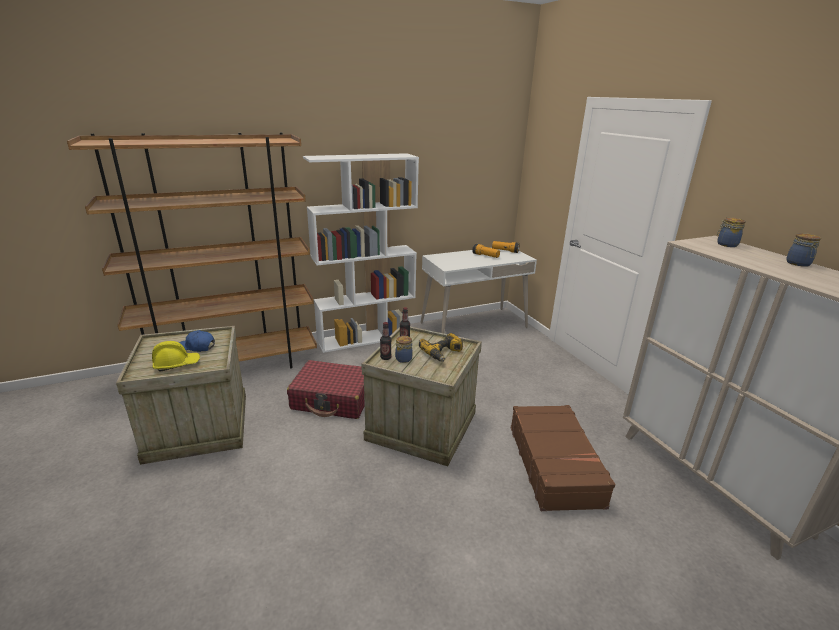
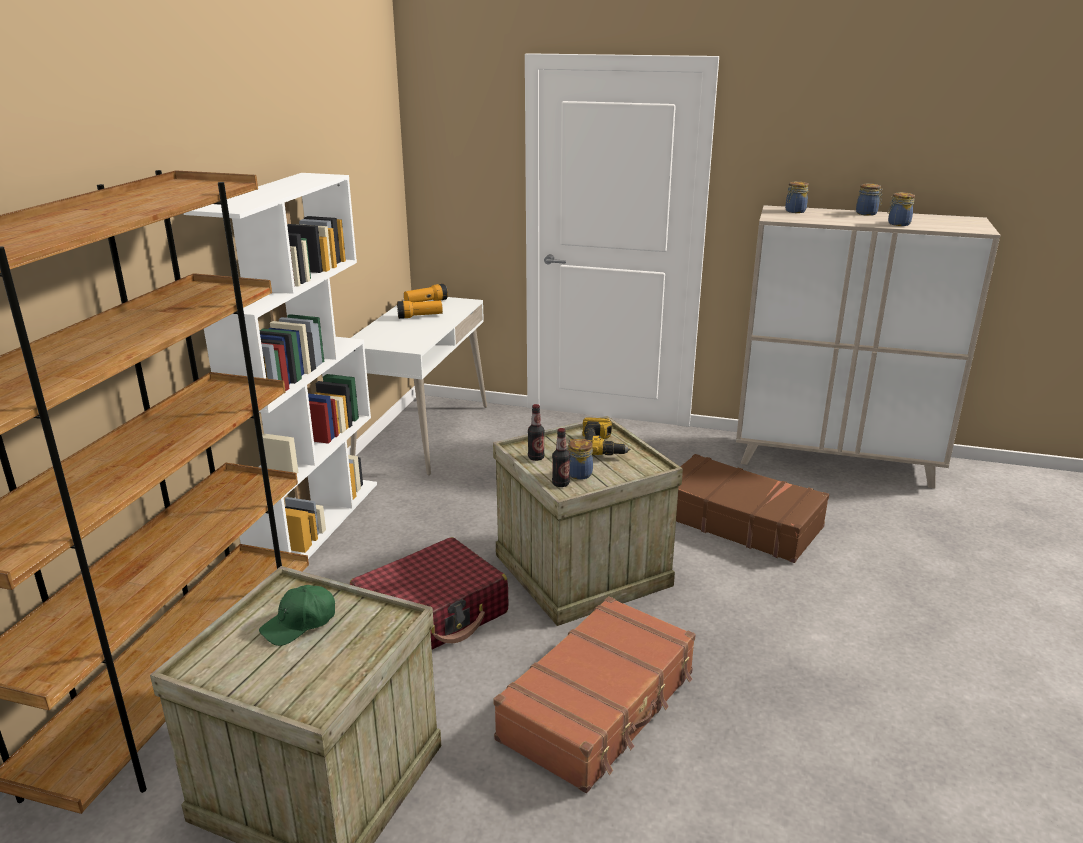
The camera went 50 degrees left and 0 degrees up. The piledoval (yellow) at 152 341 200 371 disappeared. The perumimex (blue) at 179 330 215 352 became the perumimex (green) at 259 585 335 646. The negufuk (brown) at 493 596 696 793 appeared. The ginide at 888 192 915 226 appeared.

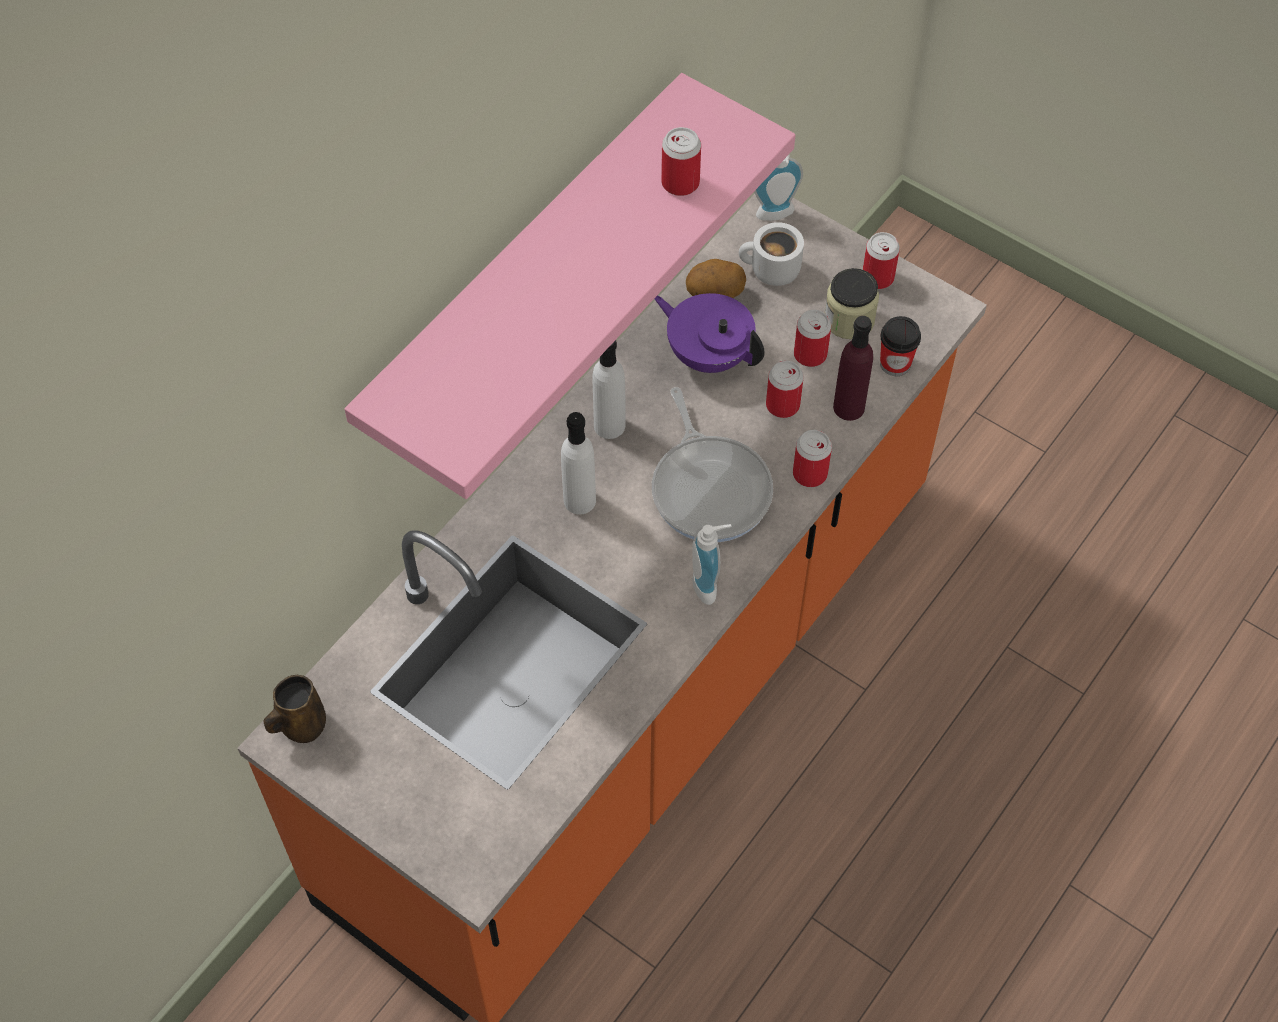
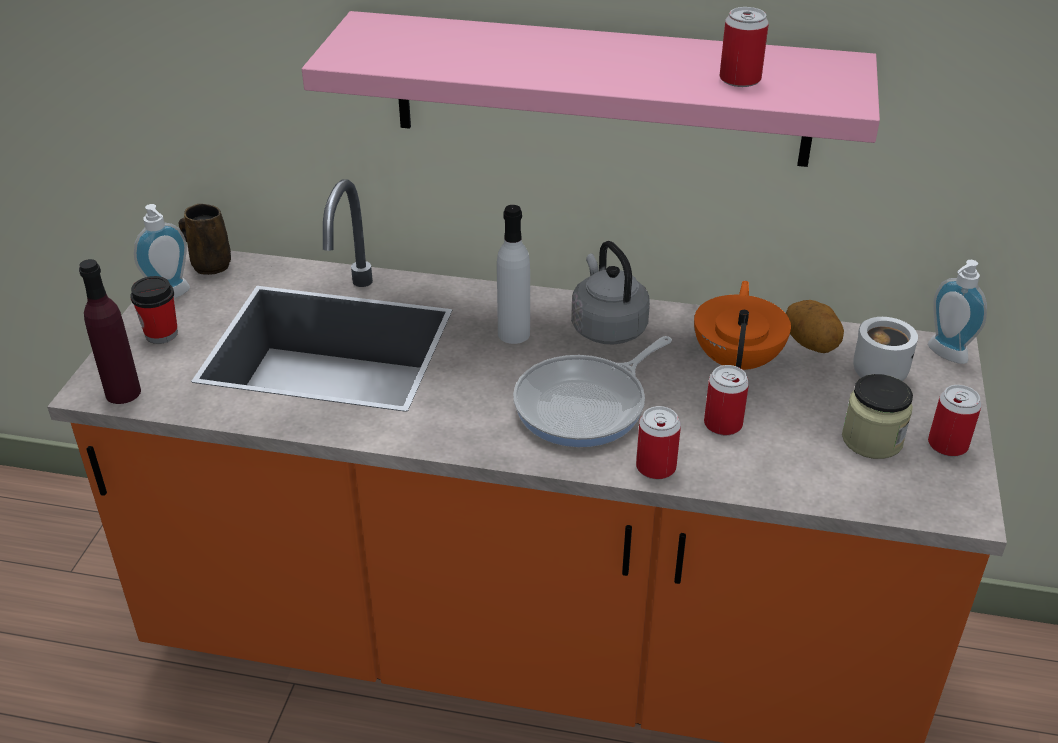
The camera went 65 degrees right and 20 degrees down. The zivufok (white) at 593 340 625 439 was replaced by the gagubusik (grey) at 571 241 650 345. The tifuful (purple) at 654 293 765 373 became the tifuful (orange) at 694 280 791 370. The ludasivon moved from 692 524 731 605 to 134 204 190 299. The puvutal at 794 310 831 367 disappeared. The zivufok (purple) moved from 833 316 873 421 to 79 259 141 404. The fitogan moved from 880 316 921 376 to 130 276 178 344.

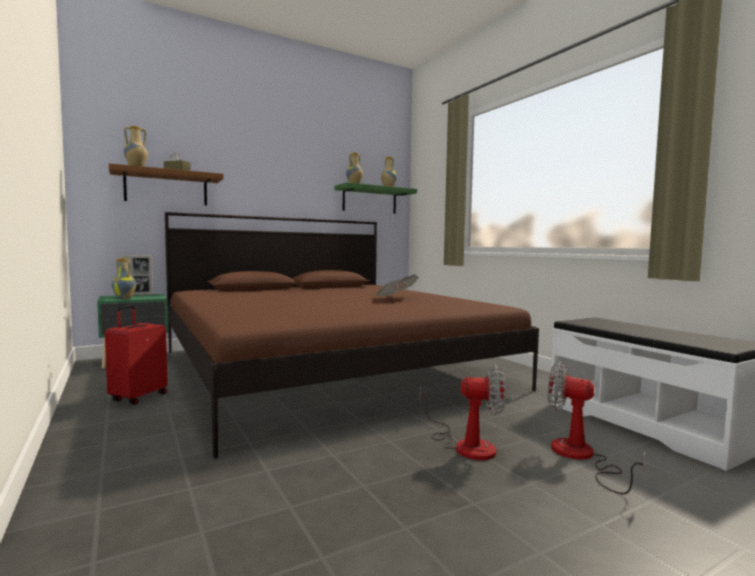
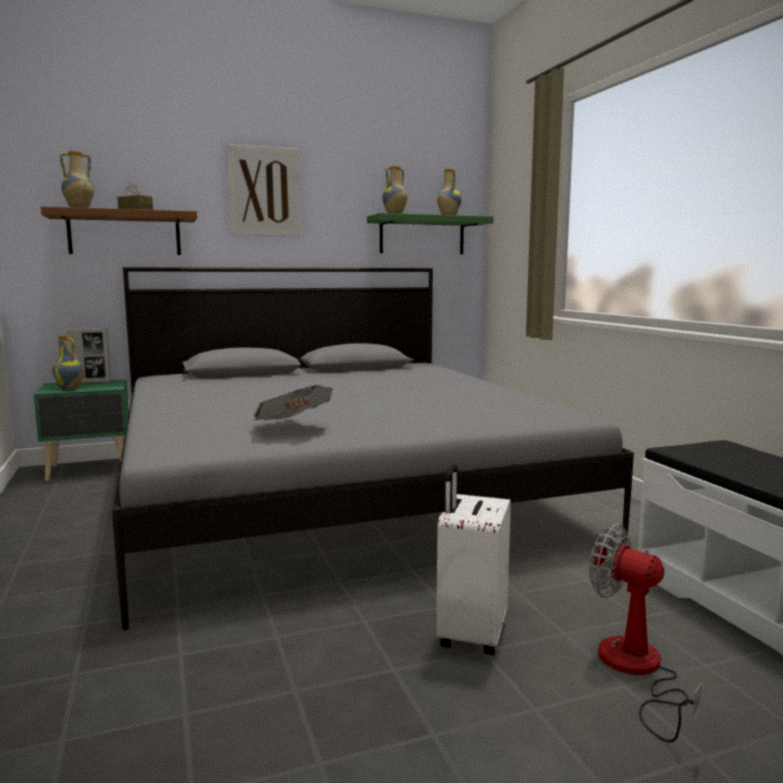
The camera went 10 degrees right and 5 degrees up. The negufuk (red) at 105 305 168 405 disappeared. The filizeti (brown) at 165 212 539 458 became the filizeti (grey) at 112 267 634 630. The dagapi moved from 375 274 419 297 to 253 385 333 420. The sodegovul at 420 364 506 460 was replaced by the negufuk (white) at 436 464 511 655. The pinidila at 226 144 301 236 appeared.

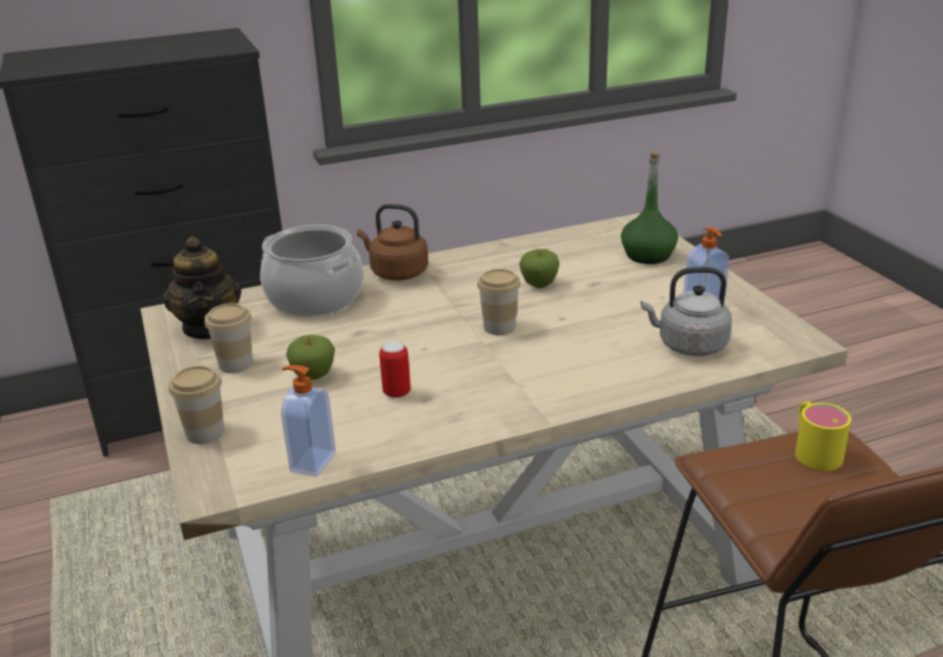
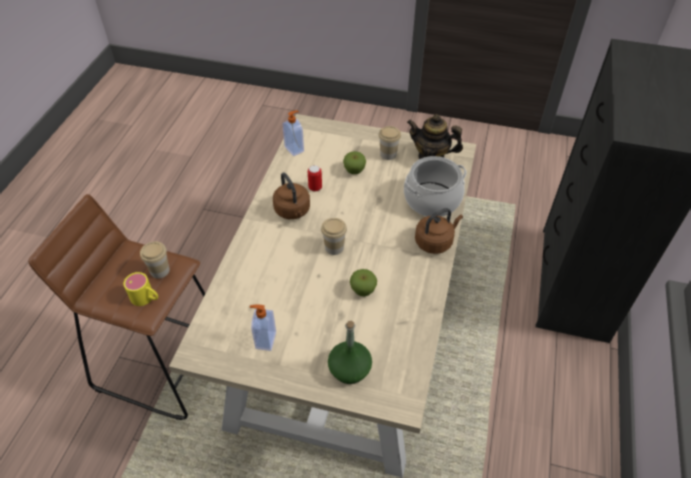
The camera went 125 degrees right and 20 degrees up. The fitogan moved from 169 366 224 444 to 140 241 170 279. The gagubusik (grey) at 641 267 732 356 disappeared. The gagubusik (brown) at 273 173 310 219 appeared.

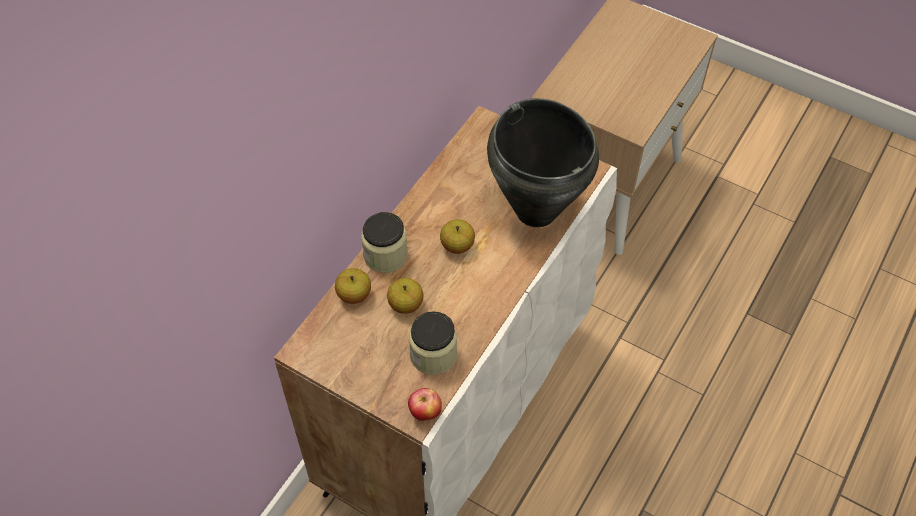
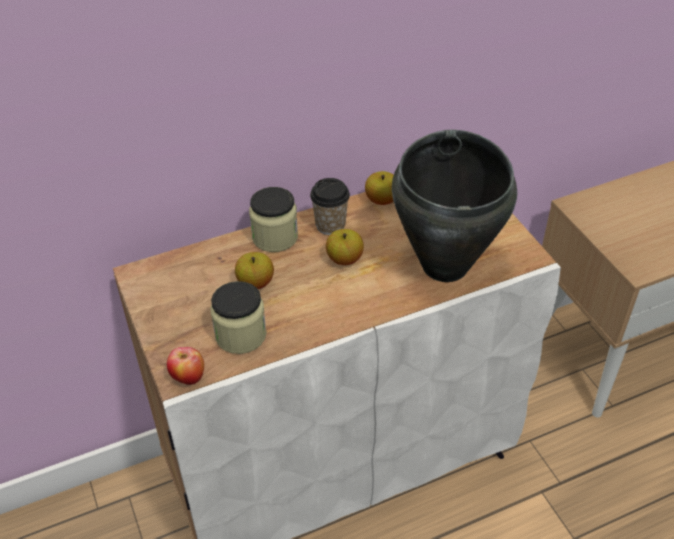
The camera went 35 degrees right and 10 degrees down. The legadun moved from 335 268 371 304 to 365 171 394 205. The fitogan at 310 178 350 235 appeared.

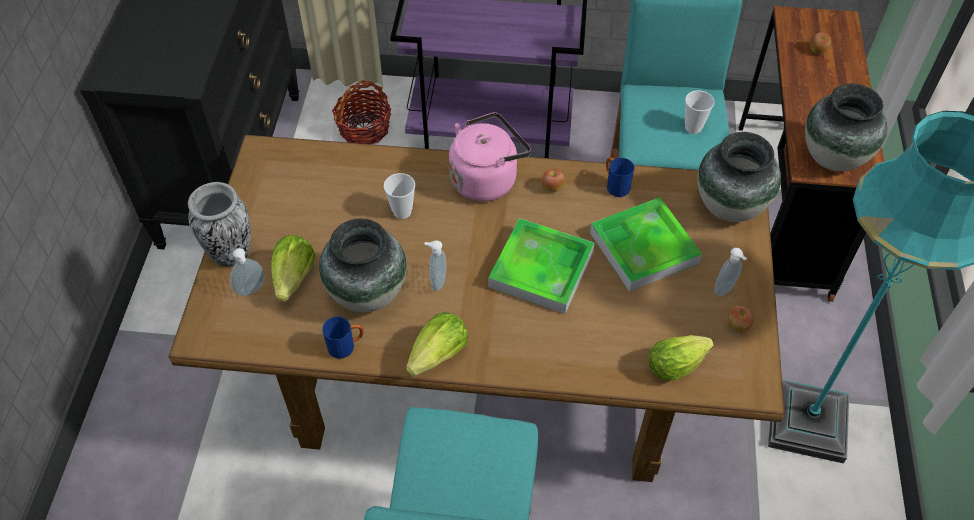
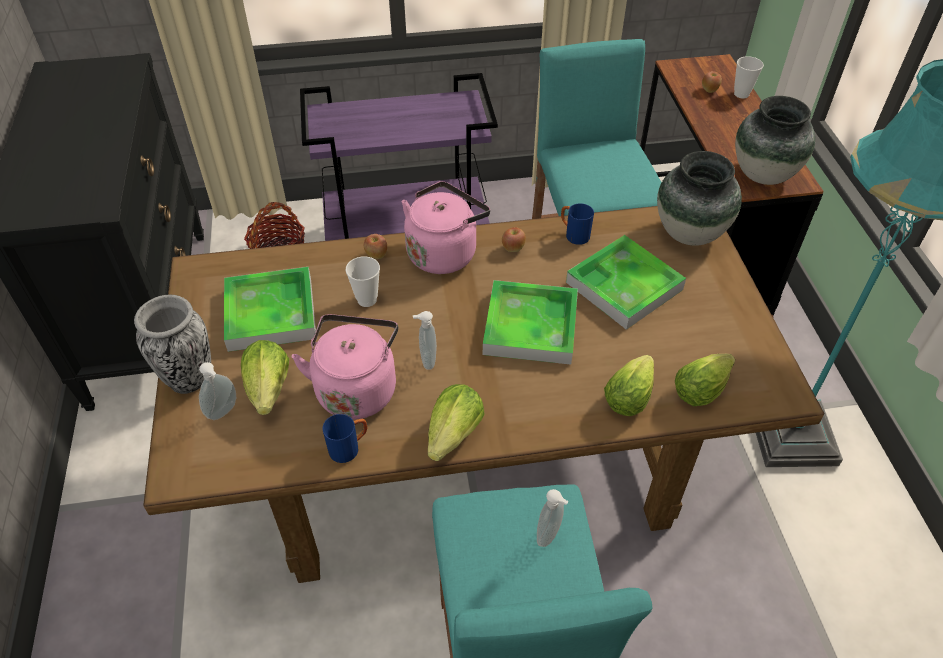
The camera went 15 degrees left and 5 degrees down. The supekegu at 319 219 407 313 was replaced by the gagubusik (pink) at 291 314 398 419. The fitogan moved from 685 90 715 134 to 734 56 764 98. The ludasivon moved from 714 248 747 296 to 537 489 568 547. The legadun moved from 728 305 754 332 to 364 234 387 259. The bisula at 224 267 316 352 appeared. The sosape at 604 355 654 416 appeared.

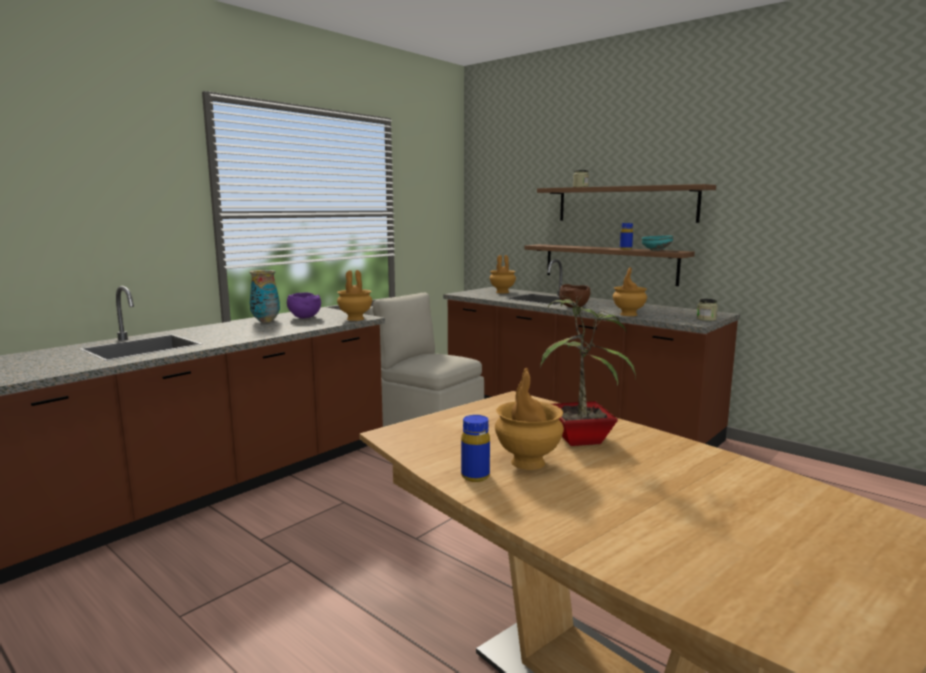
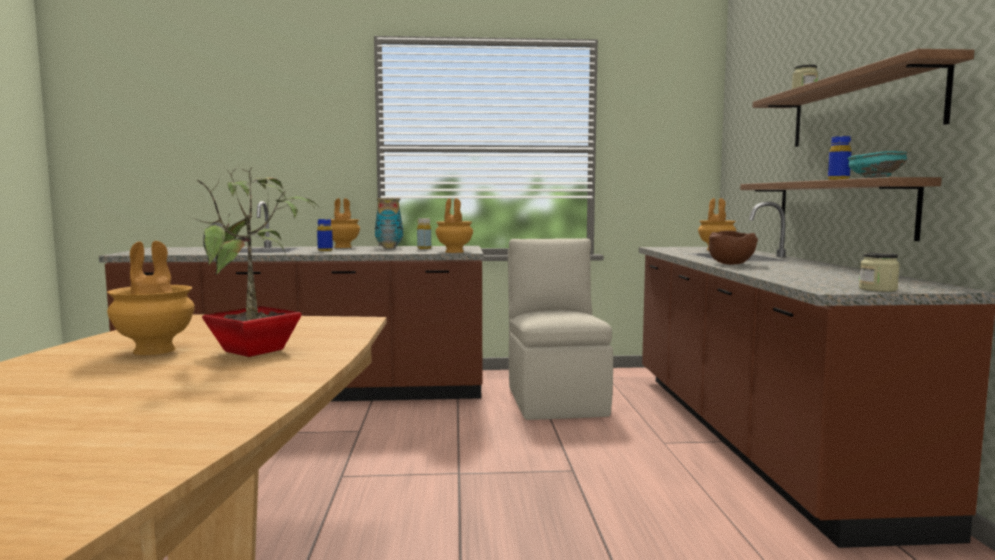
The camera went 45 degrees right and 5 degrees down. The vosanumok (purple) at 287 293 321 318 was replaced by the zivufok (yellow) at 417 218 431 249. The zivufok (blue) moved from 461 415 490 482 to 317 219 333 251. The supekegu (brown) moved from 613 267 647 316 to 331 198 360 248.

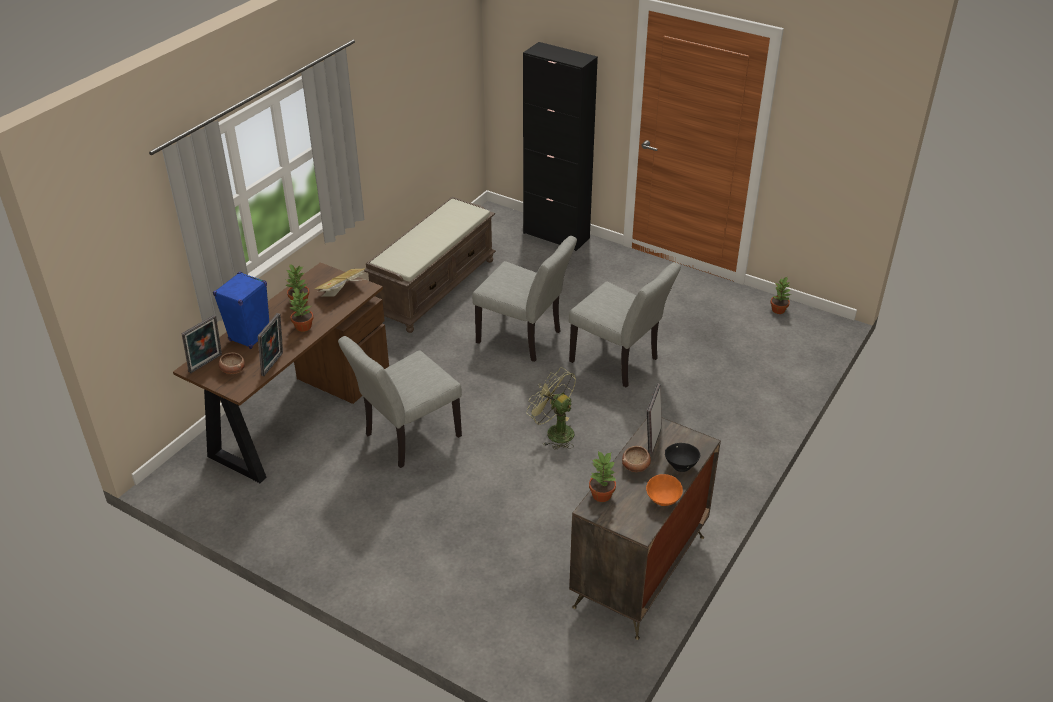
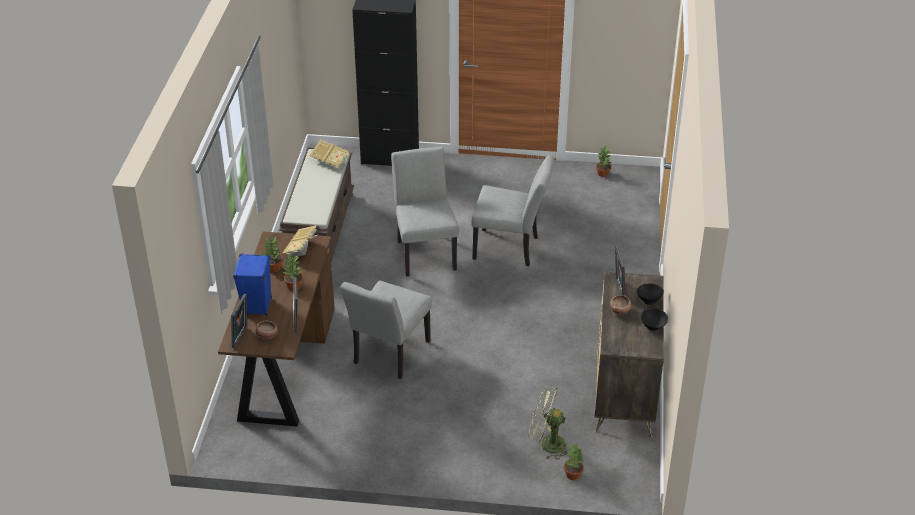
The camera went 25 degrees left and 0 degrees up. The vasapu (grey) at 472 236 577 362 turned 105 degrees counterclockwise. The sodegovul (green) moved from 526 367 576 450 to 529 386 568 460. The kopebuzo moved from 589 451 616 502 to 564 442 584 480. The vosanumok (orange) at 646 474 683 506 became the vosanumok (black) at 641 308 668 331. The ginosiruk at 310 140 349 170 appeared.

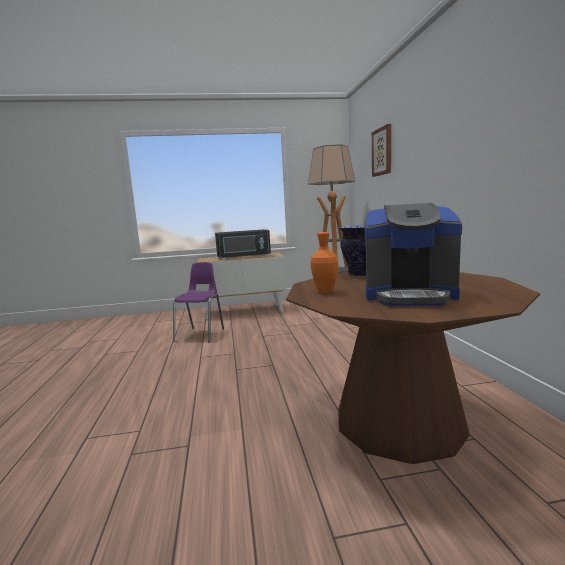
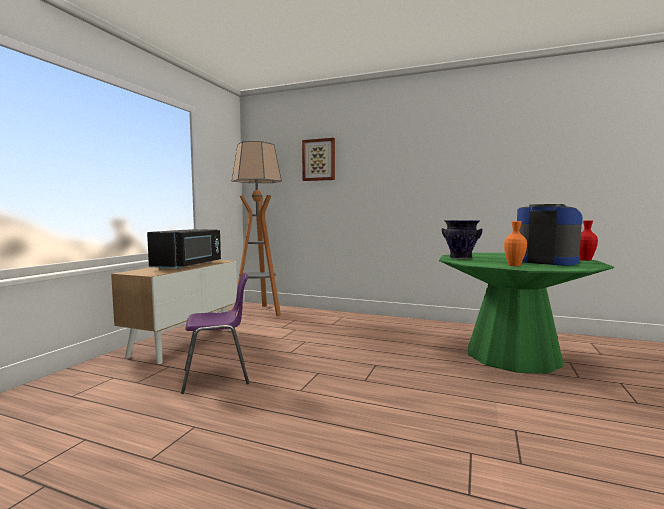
The camera went 60 degrees left and 5 degrees down. The vasapu (purple) at 173 262 224 342 turned 120 degrees clockwise. The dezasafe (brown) at 286 272 540 464 became the dezasafe (green) at 439 253 614 373. The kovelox at 365 203 462 306 turned 90 degrees counterclockwise. The supekegu (red) at 580 220 598 261 appeared.

